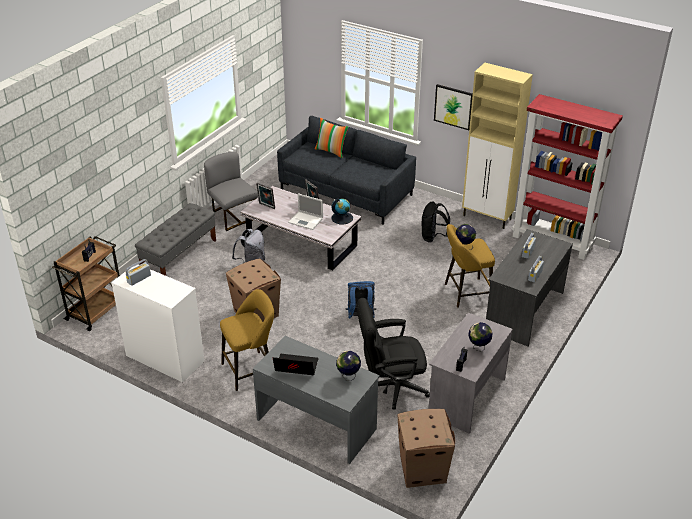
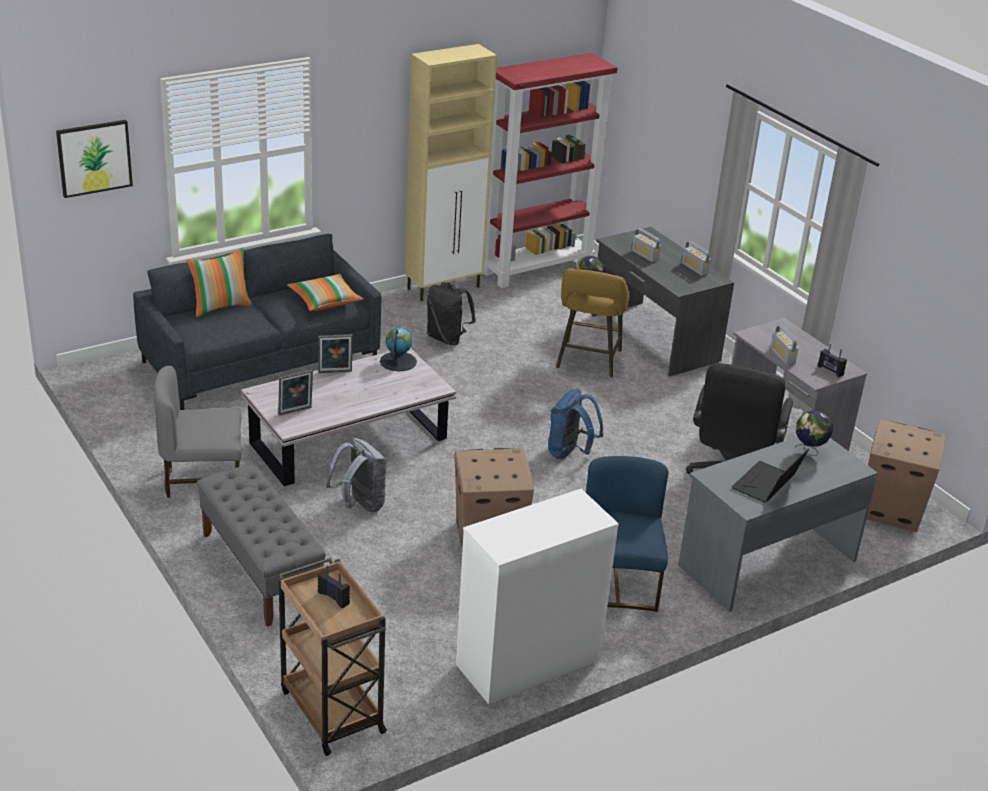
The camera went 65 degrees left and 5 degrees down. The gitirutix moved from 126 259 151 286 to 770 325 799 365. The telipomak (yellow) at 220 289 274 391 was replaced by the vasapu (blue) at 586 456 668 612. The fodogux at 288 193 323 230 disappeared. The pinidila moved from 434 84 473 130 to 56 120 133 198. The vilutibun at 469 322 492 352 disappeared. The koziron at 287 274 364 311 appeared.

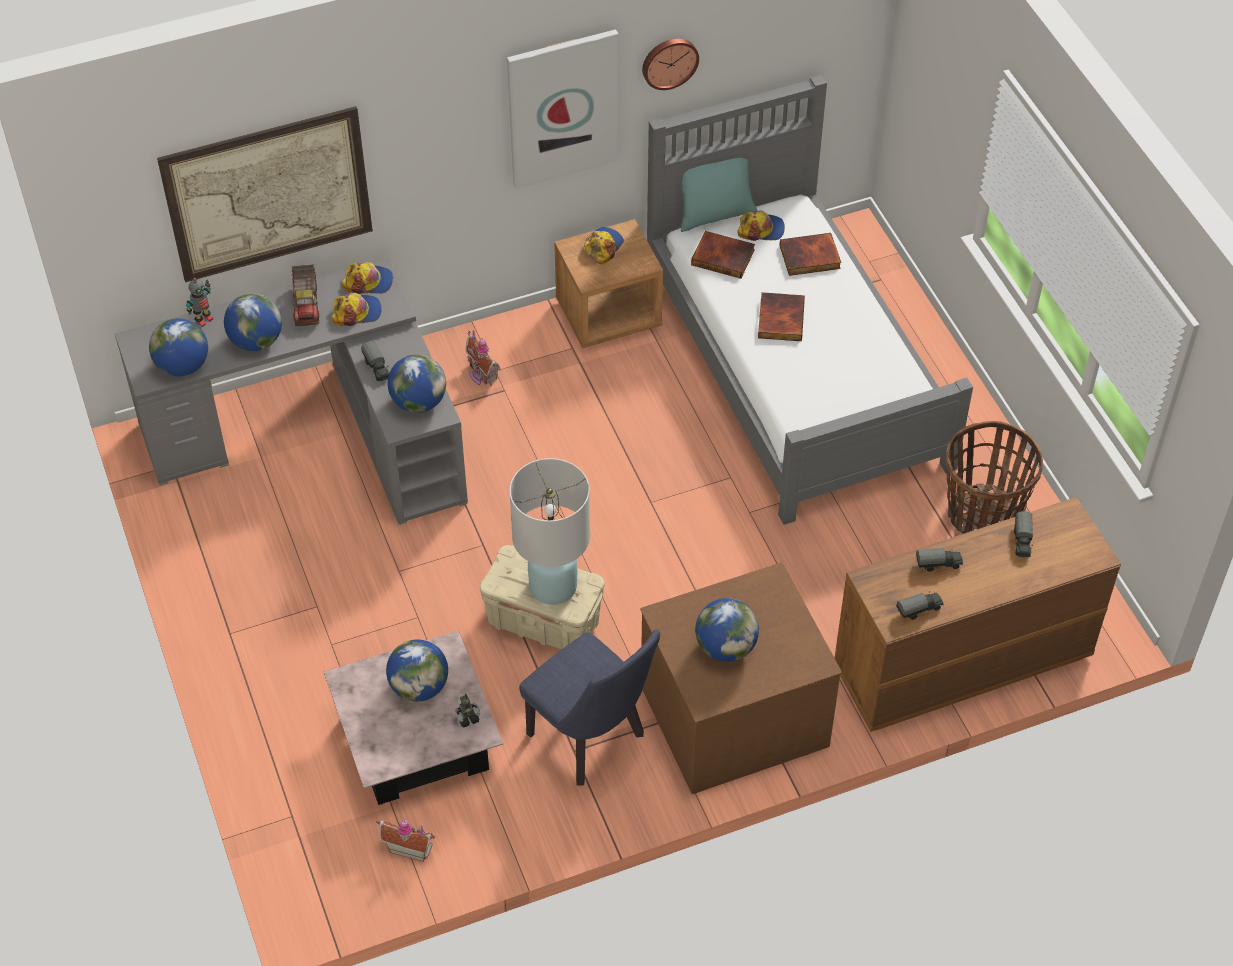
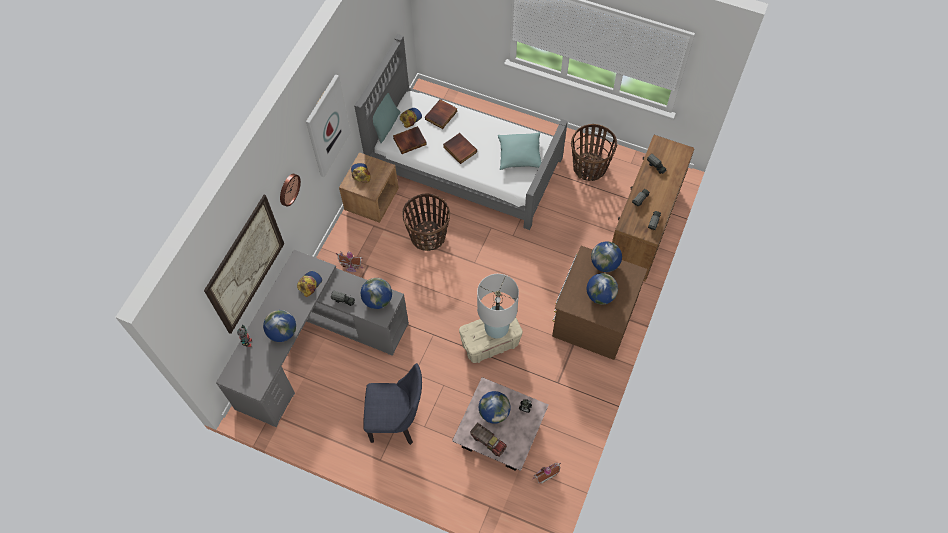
The camera went 45 degrees left and 10 degrees up. The vilutibun moved from 149 318 208 376 to 591 242 622 272. The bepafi moved from 292 264 319 326 to 470 422 507 457. The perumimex at 342 262 393 294 disappeared. The vasapu (blue) moved from 519 630 660 785 to 363 363 422 445. The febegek moved from 642 39 699 90 to 280 174 301 207. The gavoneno at 402 193 450 251 appeared. The koziron (turquoise) at 498 132 541 170 appeared.

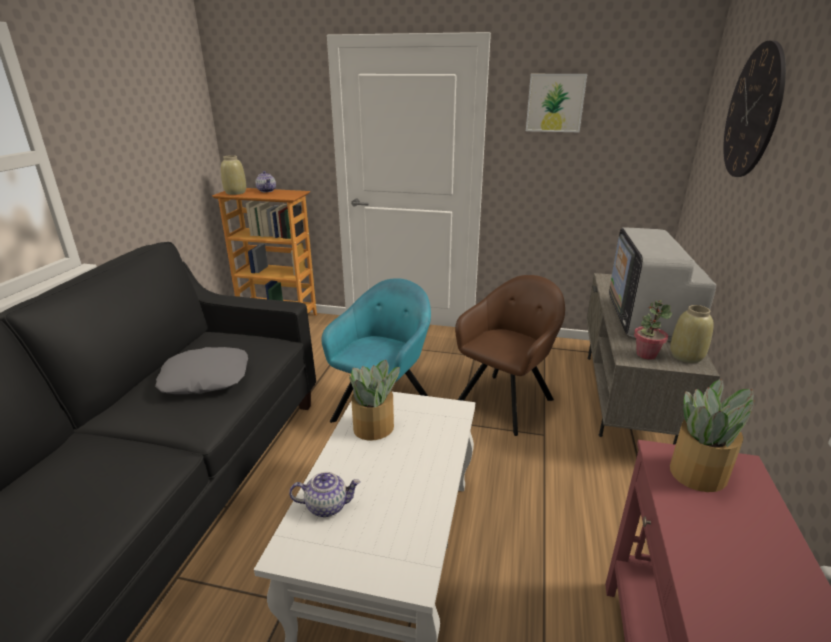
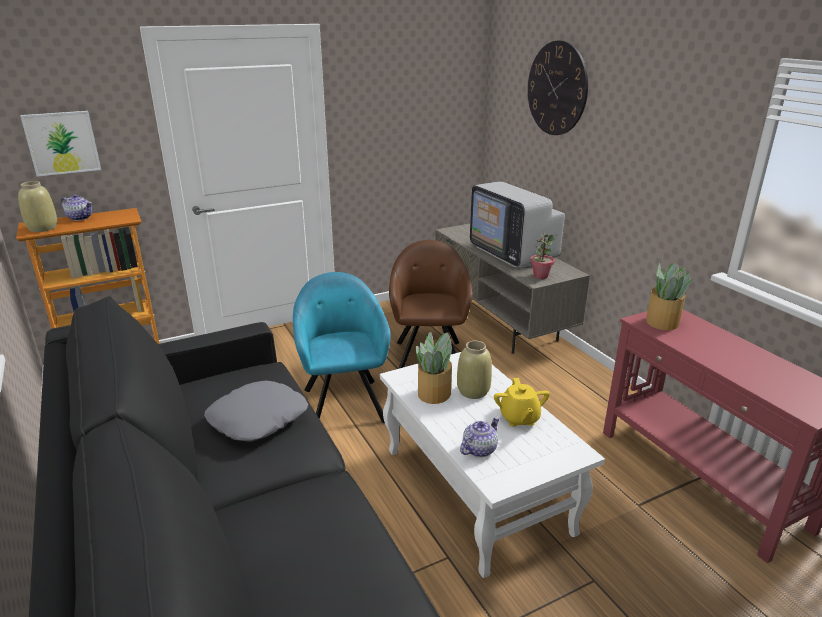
The camera went 40 degrees left and 0 degrees up. The pinidila moved from 526 74 587 132 to 20 111 101 177. The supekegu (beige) moved from 670 305 714 363 to 457 341 492 399. The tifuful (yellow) at 494 378 550 427 appeared.

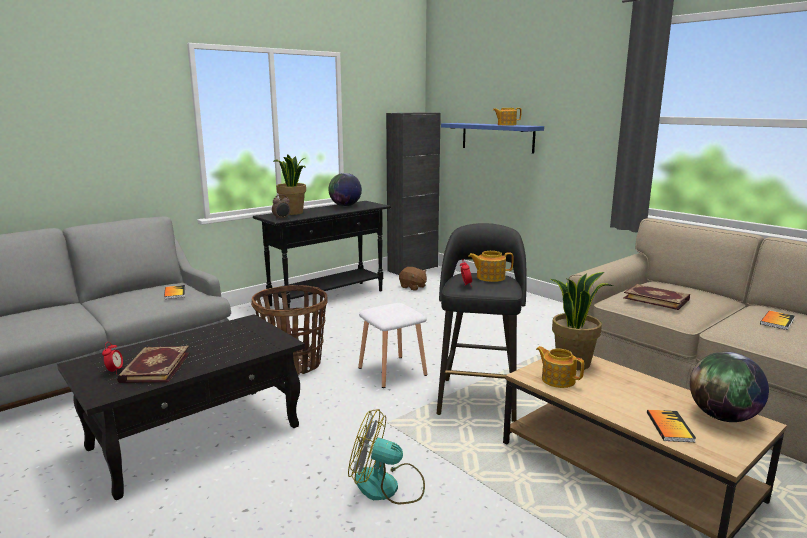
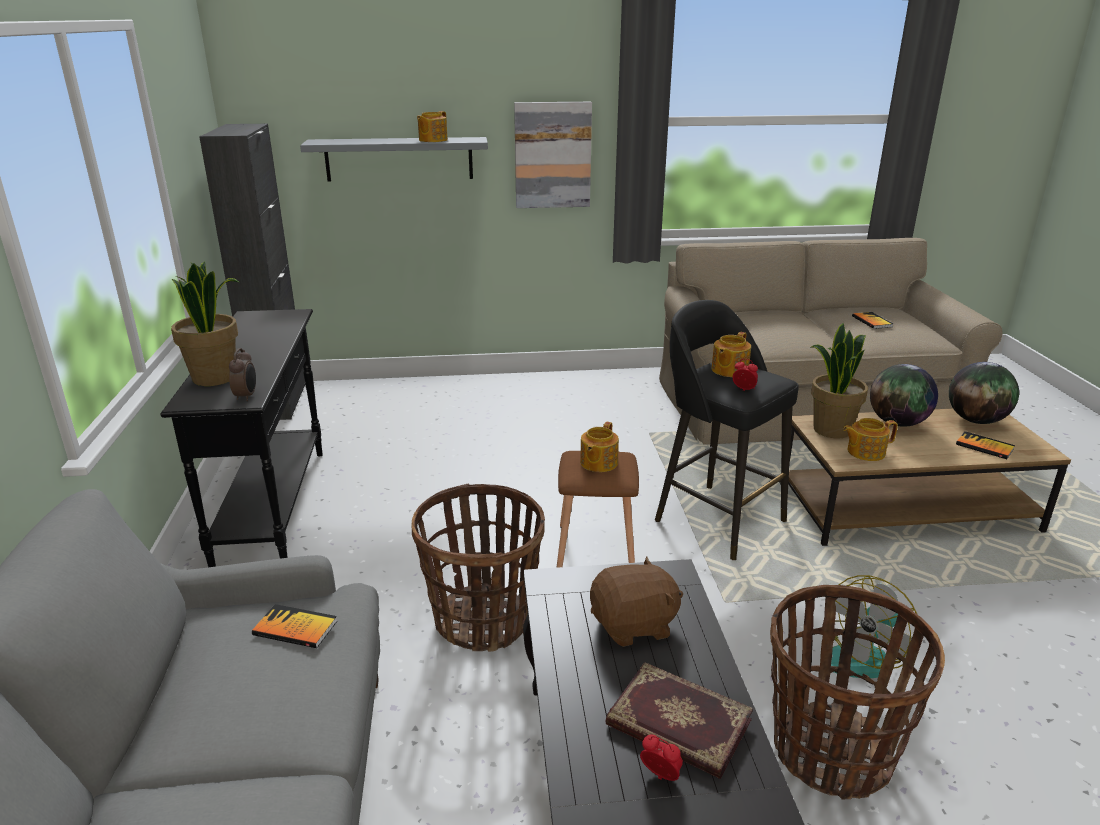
The camera went 55 degrees left and 10 degrees up. The vilutibun moved from 328 173 362 206 to 870 364 938 427. The telipomak (white) at 358 303 427 388 became the telipomak (brown) at 557 451 639 568. The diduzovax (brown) moved from 399 267 427 291 to 590 557 683 647. The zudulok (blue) at 441 123 544 154 became the zudulok (grey) at 300 137 488 181. The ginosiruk at 624 284 690 310 disappeared. The pinidila at 514 102 592 208 appeared. The tifuful at 580 422 619 472 appeared. The gavoneno at 770 585 945 799 appeared.

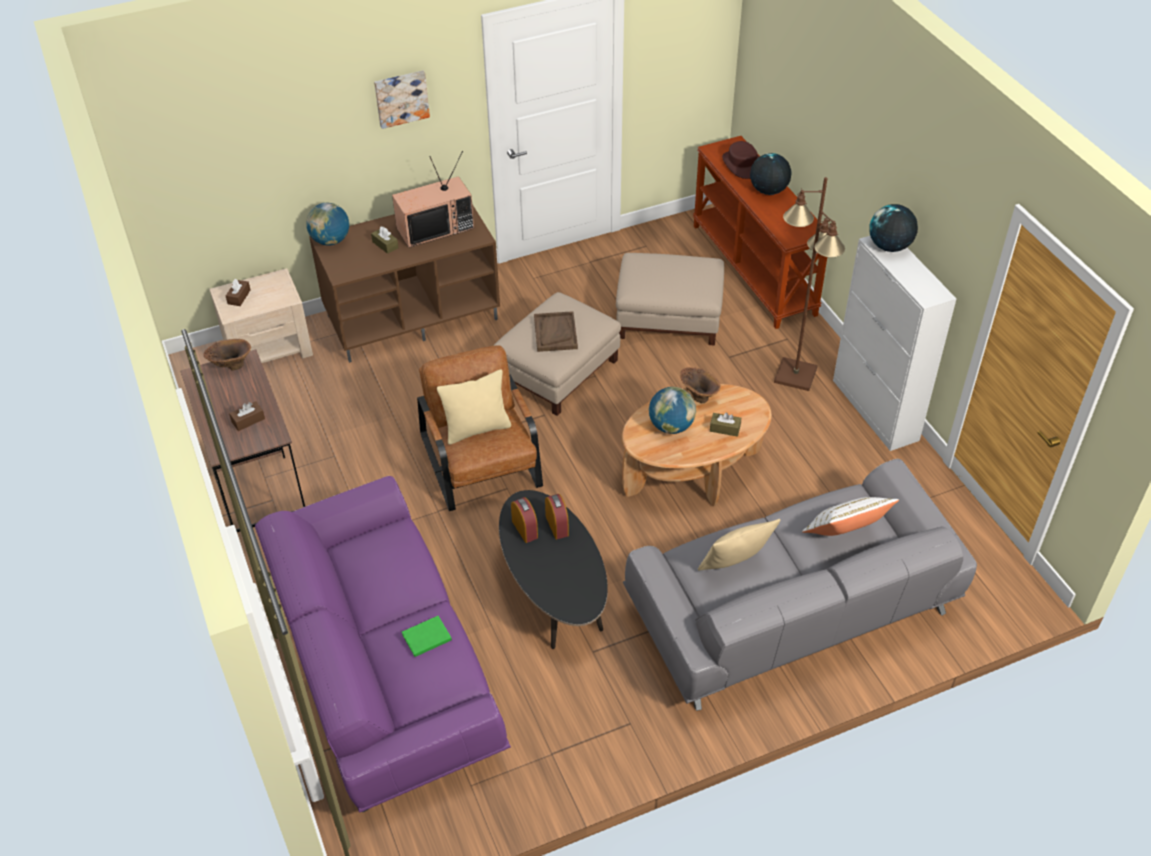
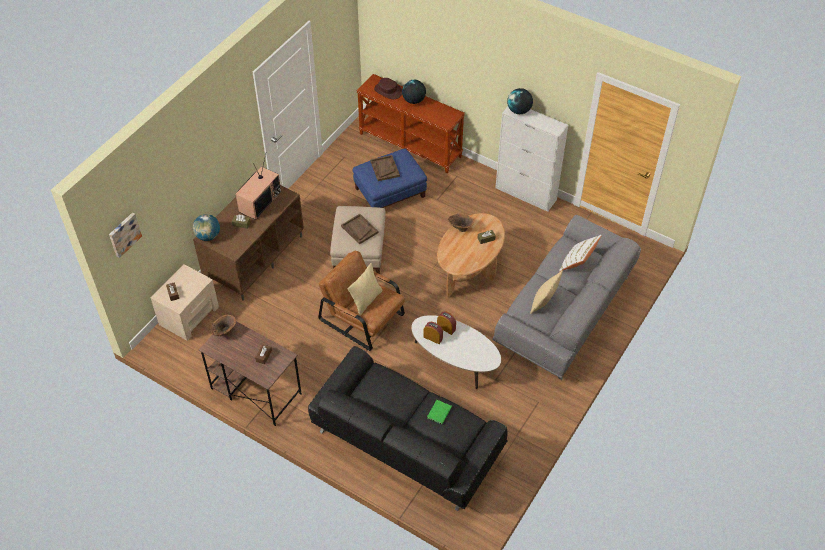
The camera went 35 degrees left and 5 degrees up. The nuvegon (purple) at 255 476 511 813 became the nuvegon (black) at 308 346 508 511. The pinidila moved from 374 71 430 129 to 109 212 142 258. The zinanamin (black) at 499 490 608 649 became the zinanamin (white) at 411 315 501 389. The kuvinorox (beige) at 616 253 724 346 became the kuvinorox (blue) at 353 149 427 208. The vilutibun at 649 387 696 434 disappeared. The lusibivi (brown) at 774 177 845 391 disappeared. The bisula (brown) at 370 155 400 181 appeared.

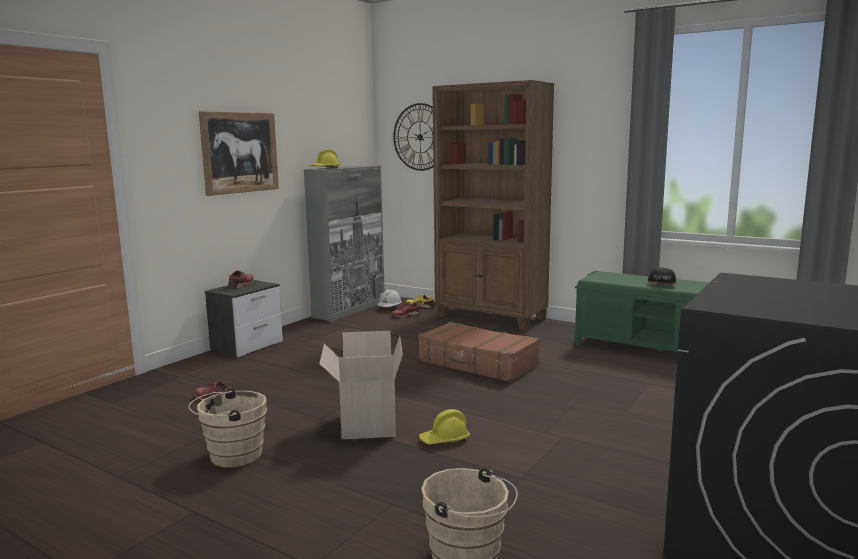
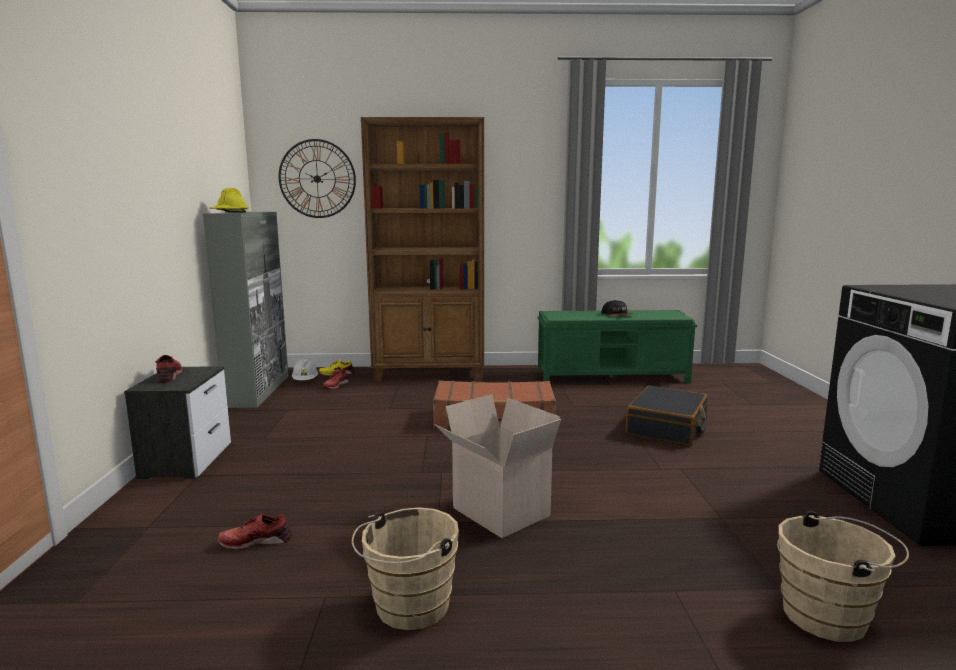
The camera went 35 degrees left and 0 degrees up. The pinidila at 199 111 279 196 disappeared. The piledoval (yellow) at 419 409 470 444 disappeared. The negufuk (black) at 626 385 708 445 appeared.

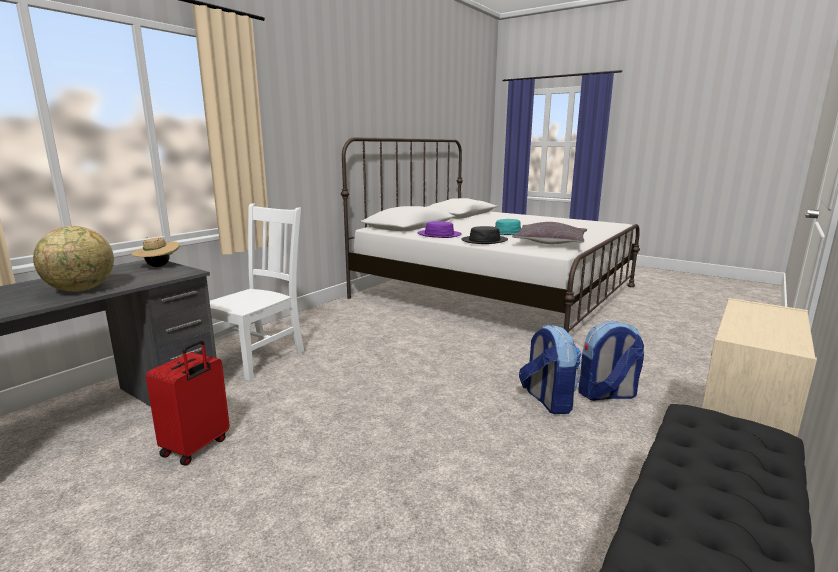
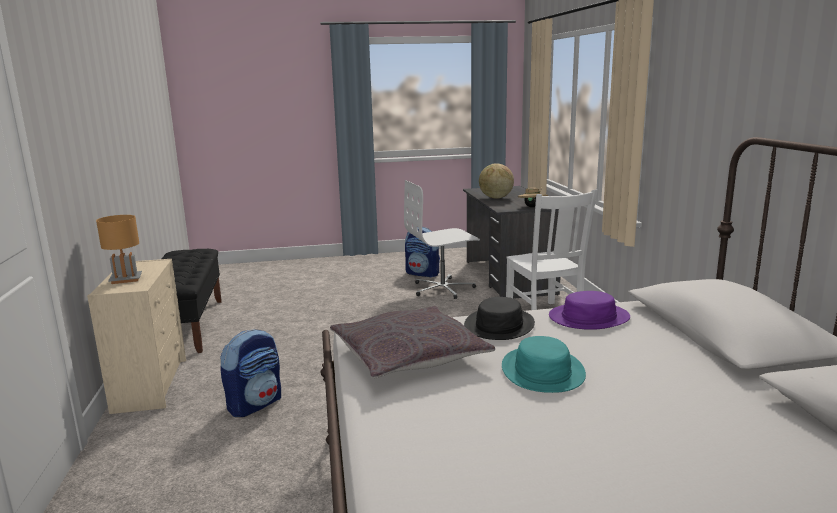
The camera went 135 degrees right and 0 degrees up. The negufuk (red) at 146 340 230 466 was replaced by the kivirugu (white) at 404 180 480 299. The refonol moved from 519 324 582 414 to 405 227 440 277. The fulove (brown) at 96 215 142 284 appeared.

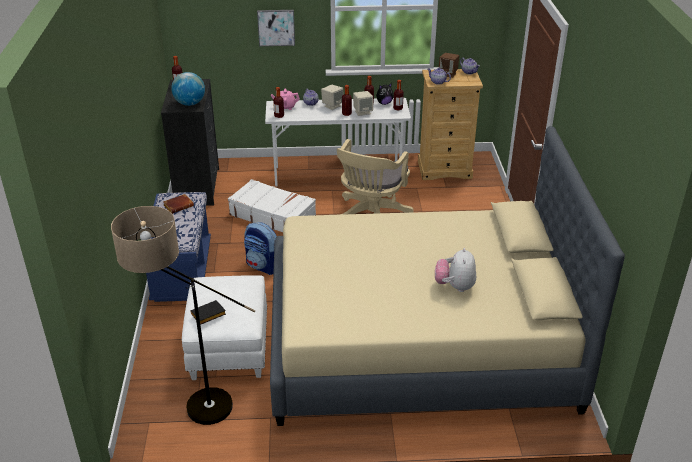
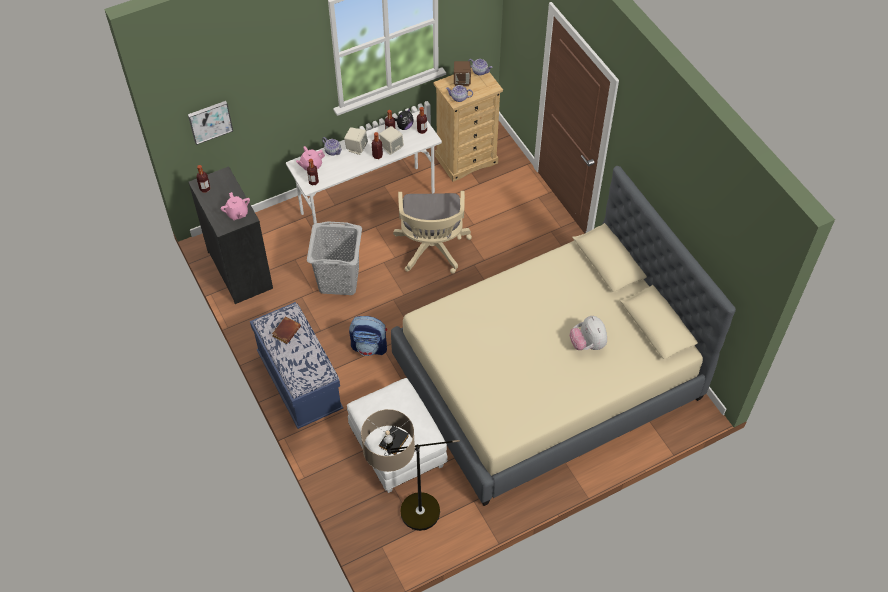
The camera went 25 degrees left and 20 degrees up. The vilutibun at 171 72 205 106 was replaced by the tifuful (pink) at 221 192 250 220. The negufuk (white) at 228 179 316 232 was replaced by the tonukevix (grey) at 307 221 362 295. The pinidila moved from 257 10 295 46 to 188 101 233 145.

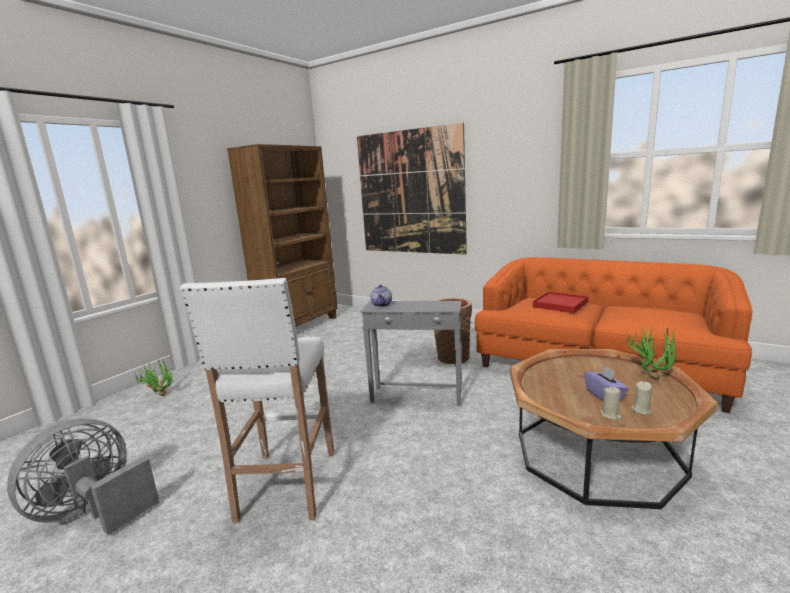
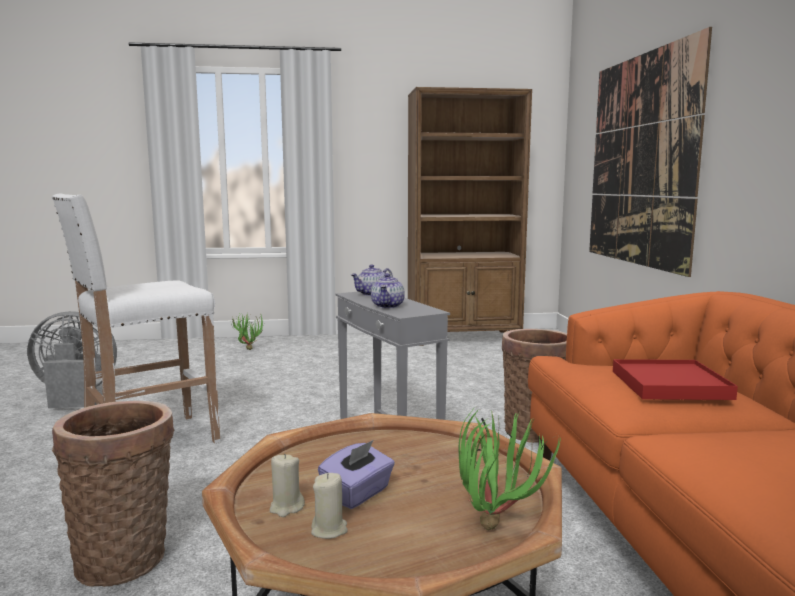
The camera went 50 degrees right and 5 degrees down. The gavoneno at 52 401 175 587 appeared. The tifuful at 371 273 405 308 appeared.

